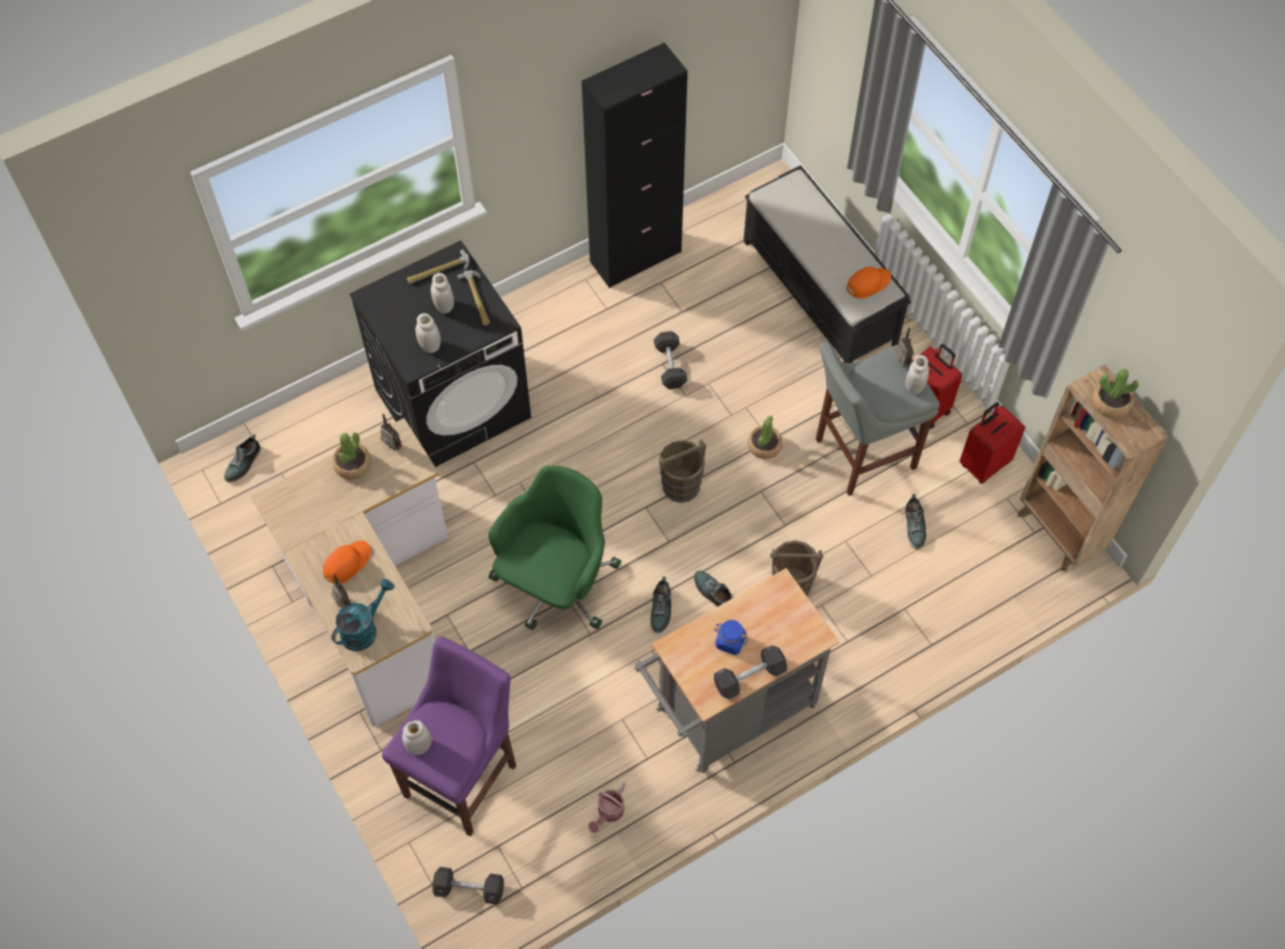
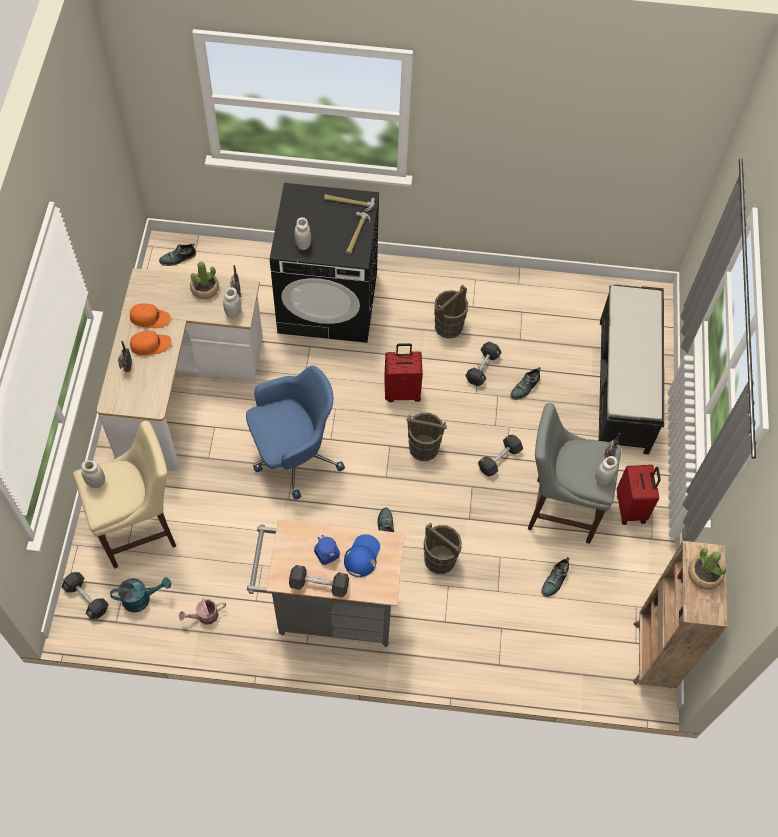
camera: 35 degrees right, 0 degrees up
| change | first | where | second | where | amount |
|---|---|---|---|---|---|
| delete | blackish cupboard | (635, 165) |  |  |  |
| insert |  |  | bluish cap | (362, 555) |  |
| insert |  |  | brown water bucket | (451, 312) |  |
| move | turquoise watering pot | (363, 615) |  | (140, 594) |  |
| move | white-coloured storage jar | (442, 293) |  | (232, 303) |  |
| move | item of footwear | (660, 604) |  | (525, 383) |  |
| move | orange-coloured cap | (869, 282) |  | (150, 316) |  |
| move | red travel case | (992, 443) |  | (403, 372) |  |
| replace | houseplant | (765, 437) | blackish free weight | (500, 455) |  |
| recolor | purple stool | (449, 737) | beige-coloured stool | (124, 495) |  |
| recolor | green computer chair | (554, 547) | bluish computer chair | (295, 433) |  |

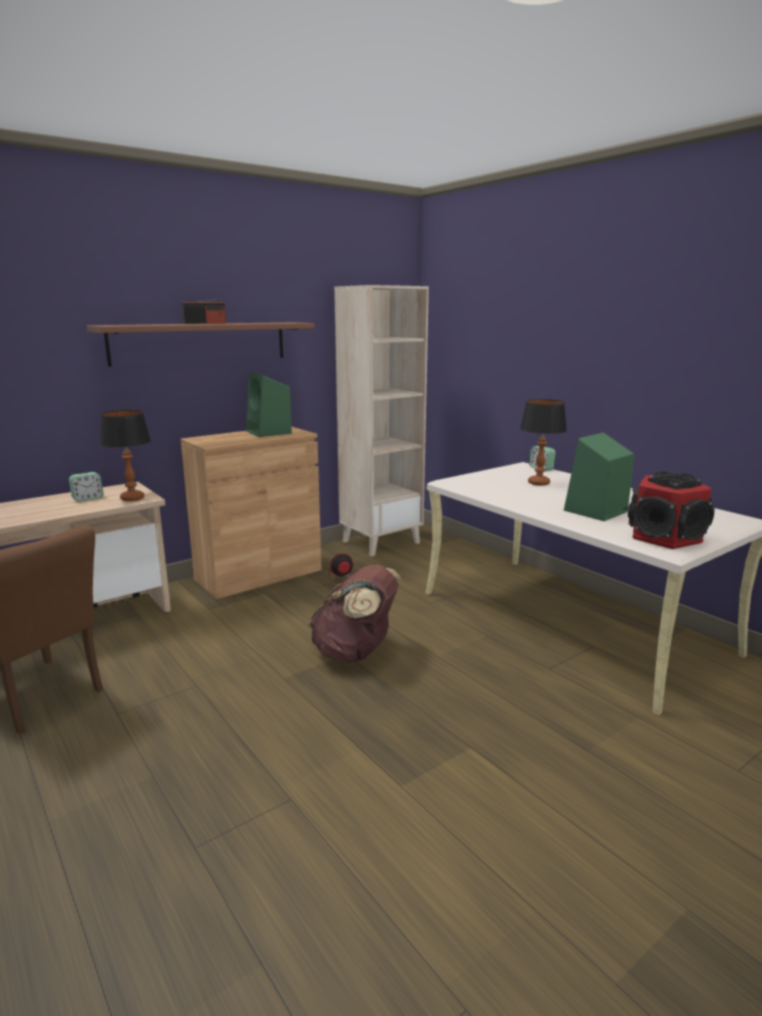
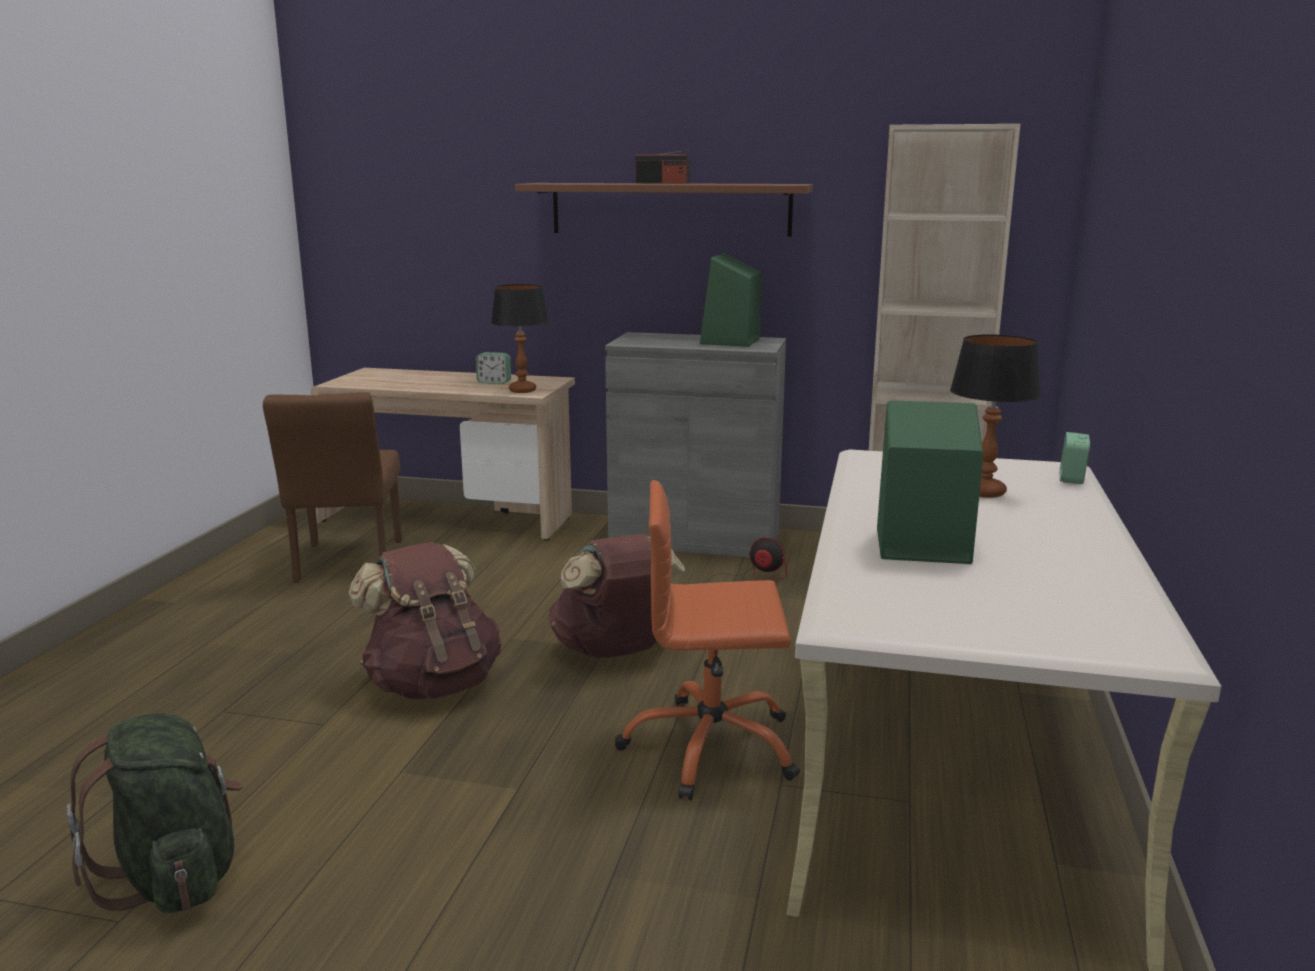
camera: 50 degrees right, 0 degrees up
| change | first | where | second | where | amount |
|---|---|---|---|---|---|
| delete | speaker | (671, 510) |  |  |  |
| insert |  |  | green rucksack | (154, 813) |  |
| insert |  |  | brown rucksack | (424, 620) |  |
| insert |  |  | orange-coloured computer chair | (707, 640) |  |
| recolor | brown cupboard | (251, 512) | grey cupboard | (695, 445) |  |

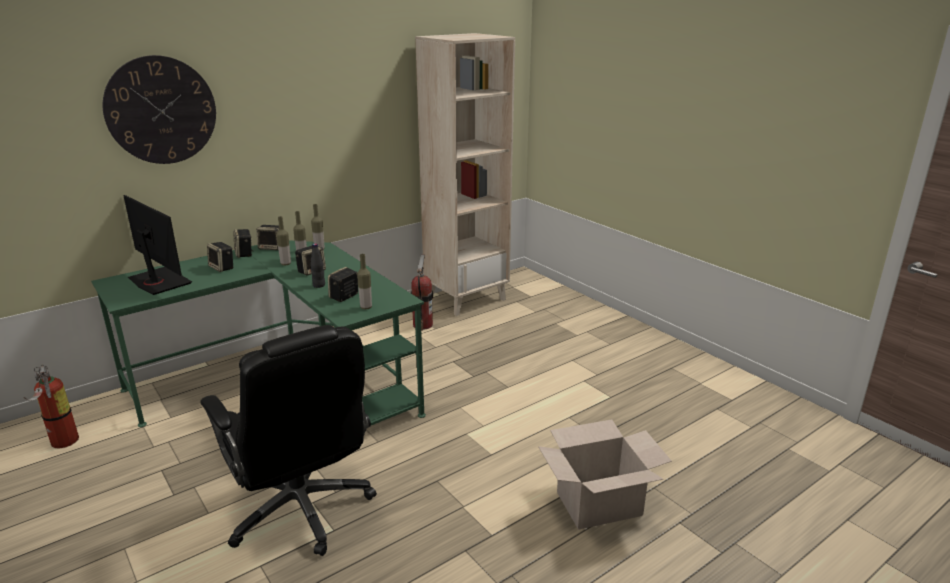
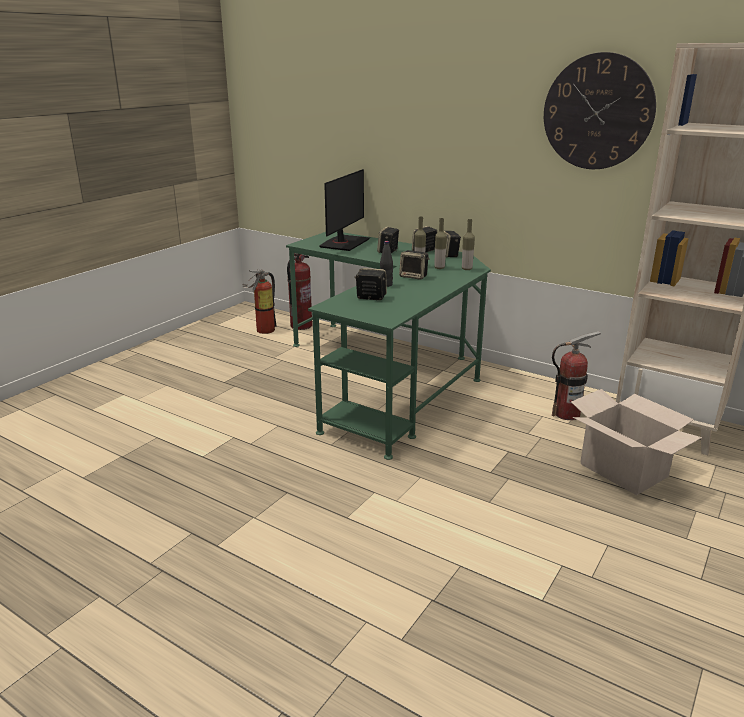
camera: 70 degrees right, 0 degrees up
| change | first | where | second | where | amount |
|---|---|---|---|---|---|
| delete | blackish computer chair | (288, 440) |  |  |  |
| delete | beverage bottle | (364, 281) |  |  |  |
| insert |  |  | fire extinguisher | (299, 291) |  |
| move | hanging clock | (159, 109) |  | (600, 110) |  |
| move | carton | (605, 474) |  | (636, 442) |  |

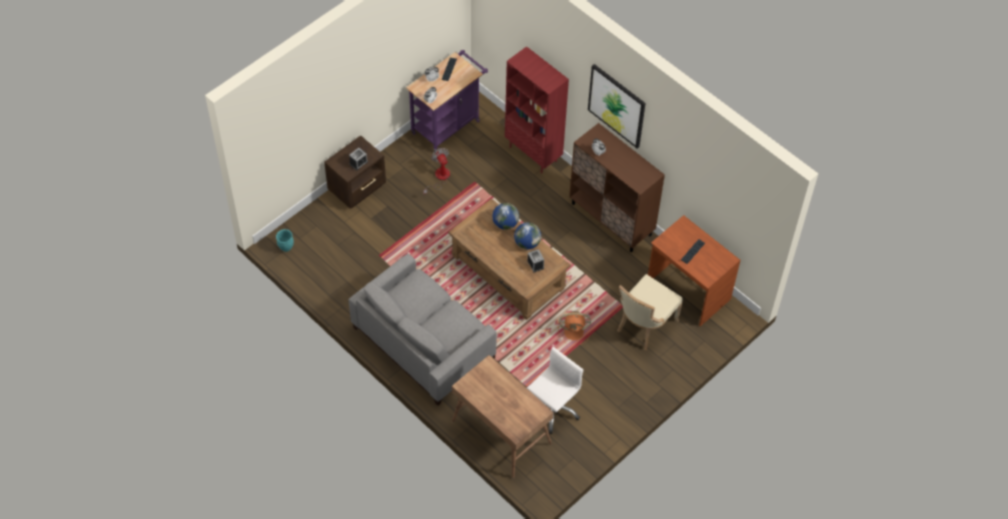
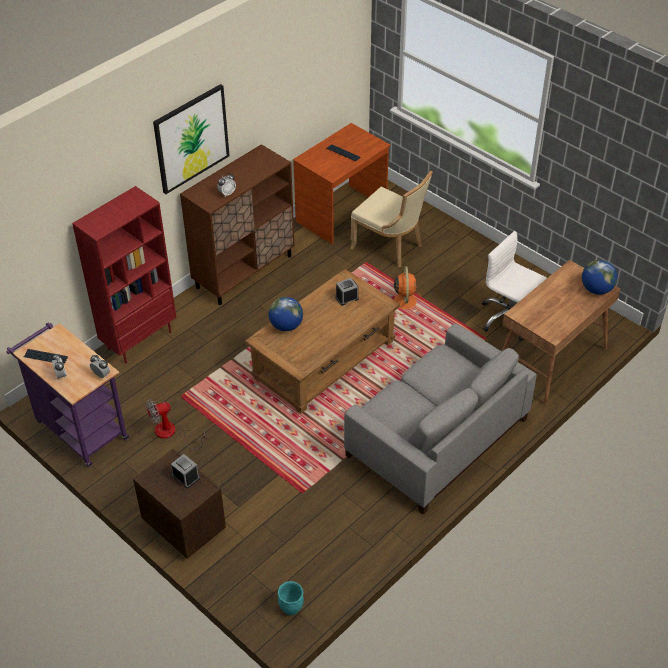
camera: 90 degrees left, 10 degrees down
| change | first | where | second | where | amount |
|---|---|---|---|---|---|
| move | world globe | (527, 235) |  | (600, 277) |  |

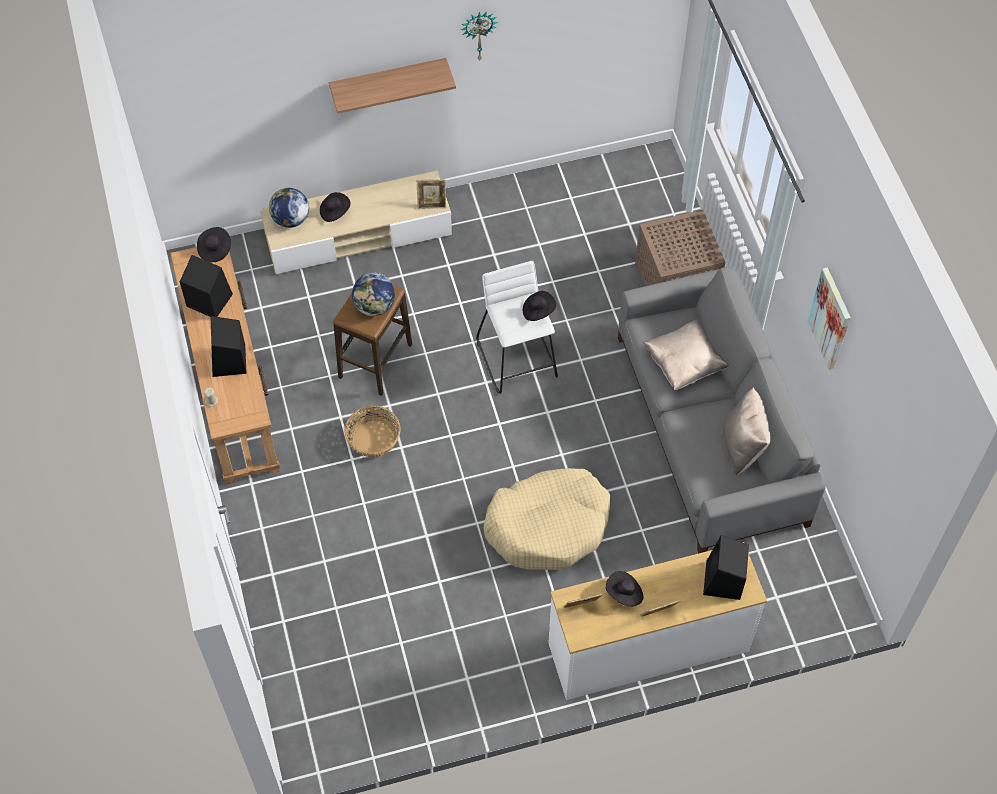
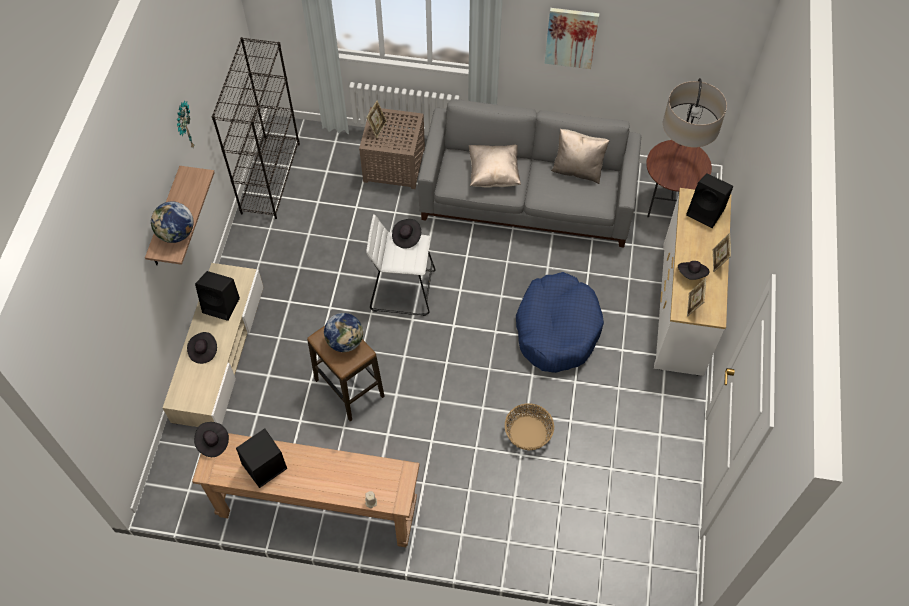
camera: 65 degrees left, 0 degrees up
| change | first | where | second | where | amount |
|---|---|---|---|---|---|
| insert |  |  | blackish bookcase | (256, 128) |  |
| insert |  |  | floor lamp | (686, 147) |  |
| move | blackish speaker | (228, 346) |  | (217, 296) |  |
| move | world globe | (289, 208) |  | (172, 222) |  |
| move | household basket | (372, 431) |  | (529, 426) |  |
| move | photo frame | (431, 194) |  | (376, 119) |  |
| recolor | beige-coloured dog bed | (546, 519) | bluish dog bed | (560, 322) |  |

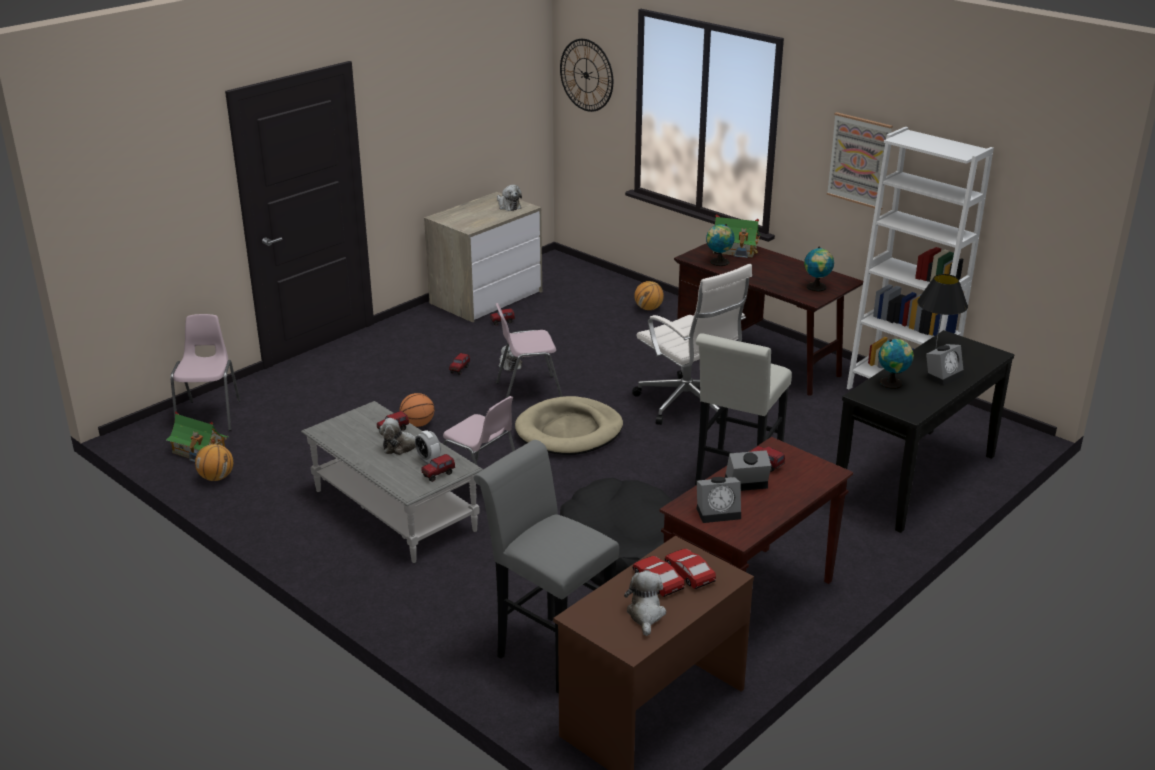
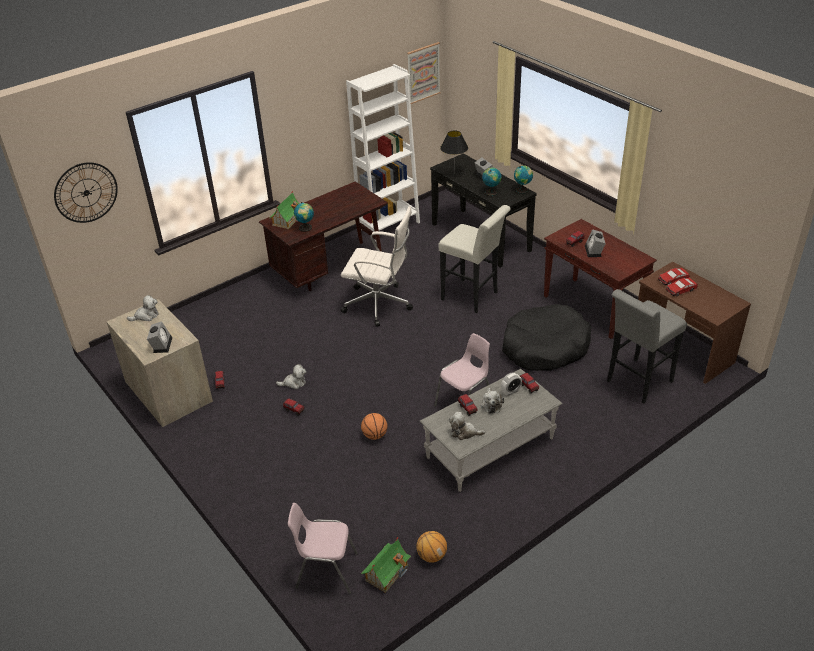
camera: 80 degrees left, 10 degrees up
| change | first | where | second | where | amount |
|---|---|---|---|---|---|
| delete | pink-coloured upright chair | (529, 350) |  |  |  |
| delete | beige-coloured dog bed | (569, 425) |  |  |  |
| delete | ball for basketball | (649, 295) |  |  |  |
| move | plush toy | (645, 603) |  | (467, 426) |  |
| move | alarm clock | (718, 500) |  | (159, 337) |  |
| move | world globe | (819, 269) |  | (523, 179) |  |
| move | wall art | (860, 161) |  | (423, 73) |  |
| rotate | white-coloured computer chair | (692, 344) |  | (377, 266) | 45 degrees clockwise |

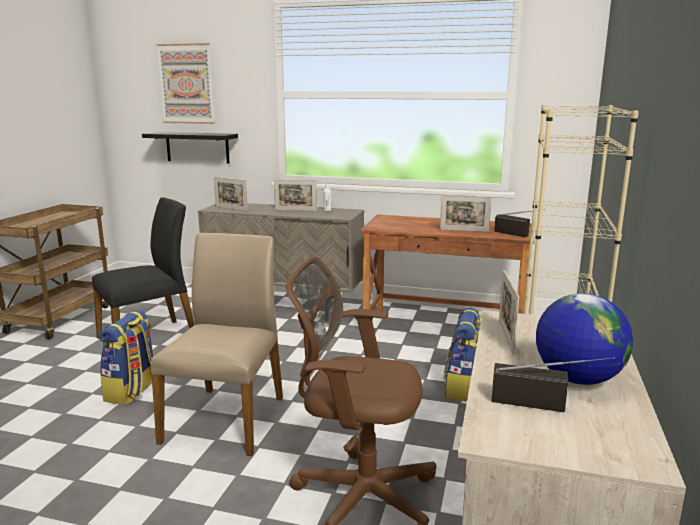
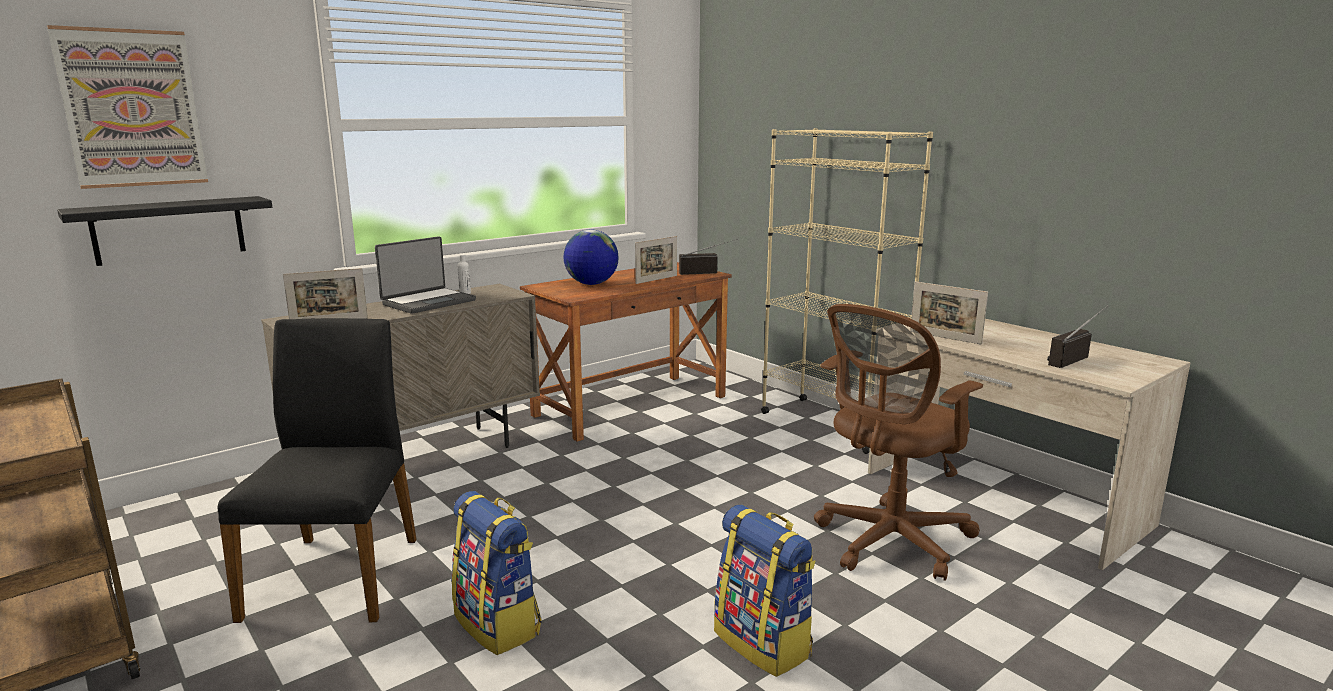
camera: 55 degrees left, 0 degrees up
| change | first | where | second | where | amount |
|---|---|---|---|---|---|
| delete | beige-coloured upright chair | (217, 344) |  |  |  |
| move | rucksack | (462, 354) |  | (765, 591) |  |
| move | world globe | (584, 339) |  | (591, 257) |  |
| replace | photo frame | (295, 195) | notebook computer | (425, 275) |  |

